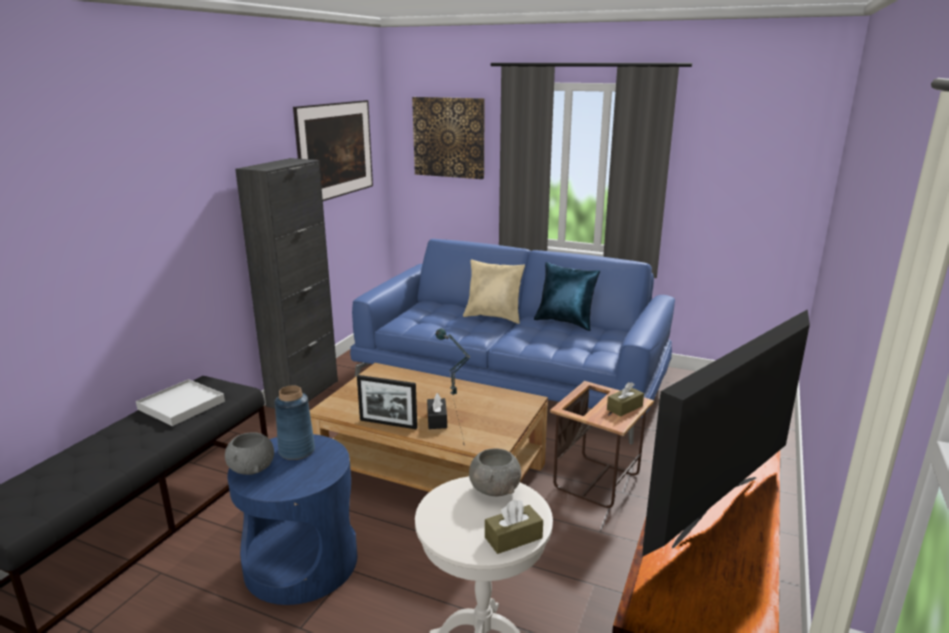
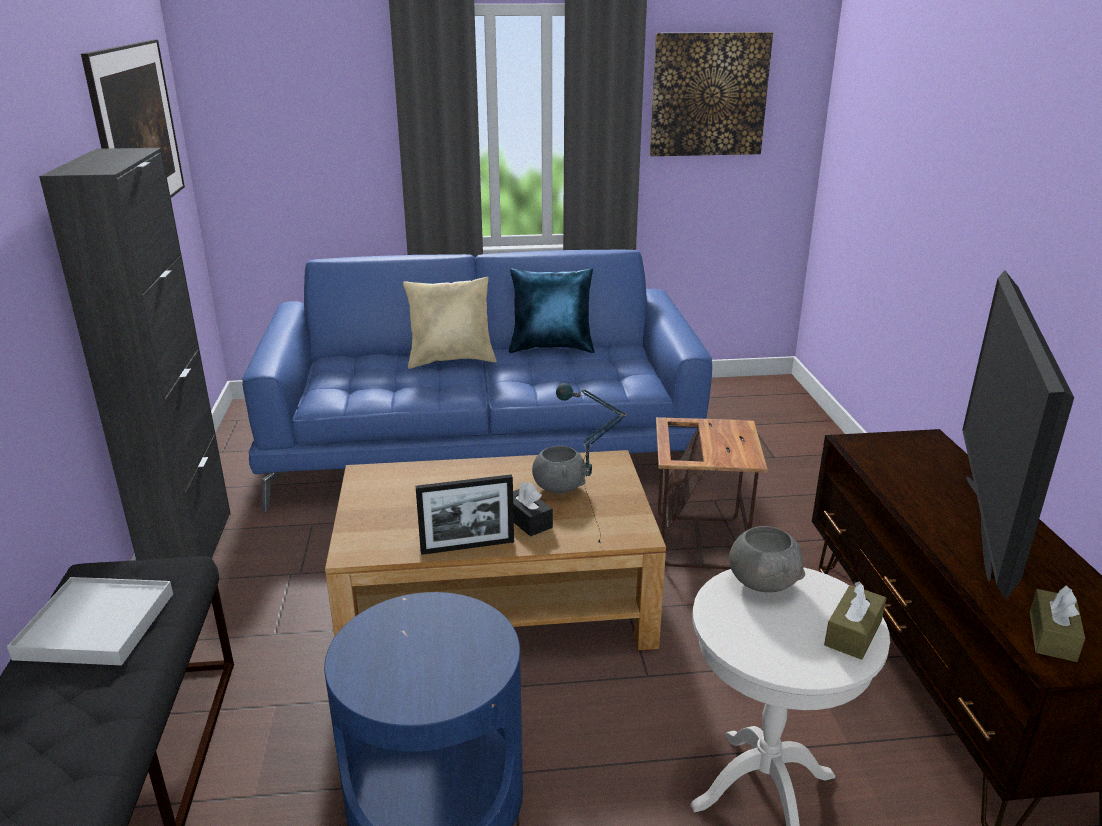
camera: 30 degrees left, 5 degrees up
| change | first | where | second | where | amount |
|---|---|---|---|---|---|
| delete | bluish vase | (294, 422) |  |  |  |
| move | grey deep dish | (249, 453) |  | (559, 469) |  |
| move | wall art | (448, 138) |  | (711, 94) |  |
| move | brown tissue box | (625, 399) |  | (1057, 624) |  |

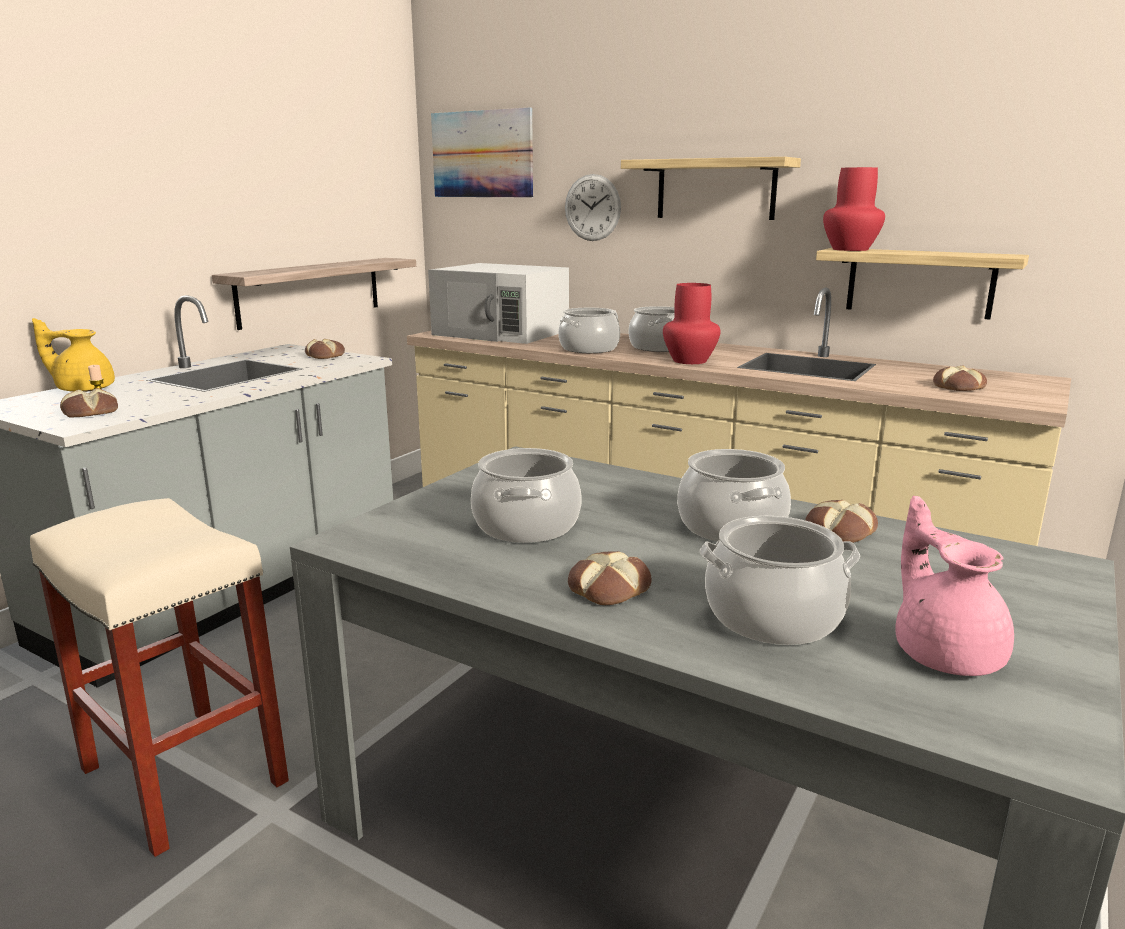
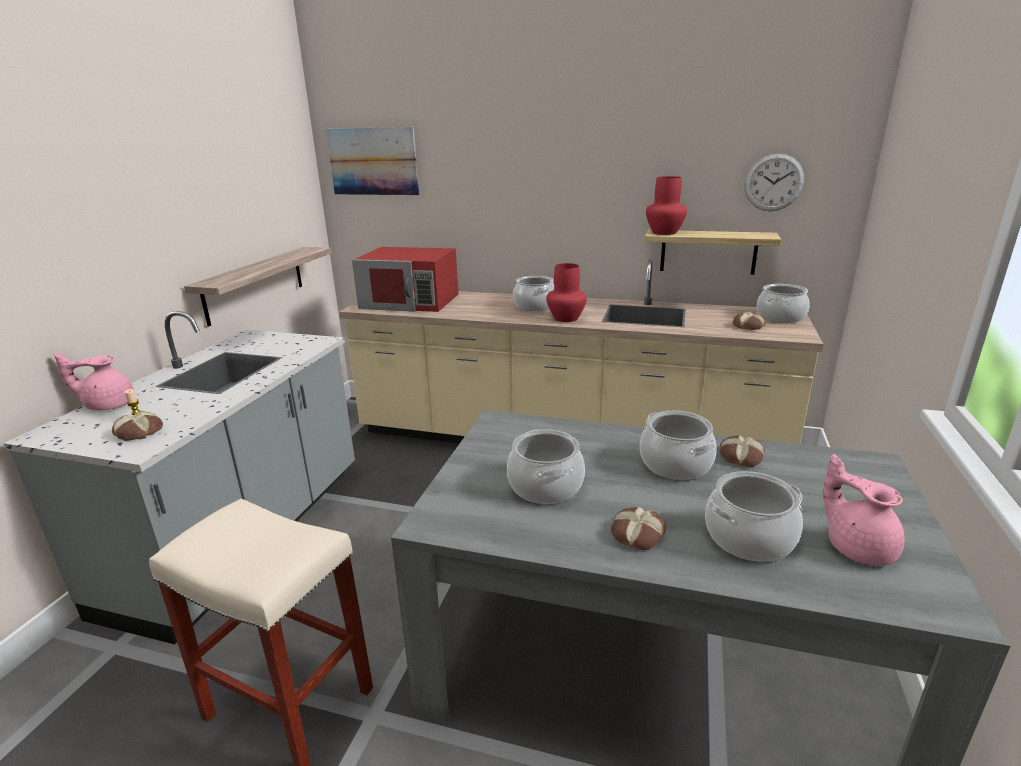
camera: 15 degrees left, 5 degrees up
| change | first | where | second | where | amount |
|---|---|---|---|---|---|
| delete | bakery bread | (325, 349) |  |  |  |
| delete | bracket shelf | (711, 188) |  |  |  |
| move | stockpot | (589, 330) |  | (783, 303) |  |
| move | hanging clock | (593, 207) |  | (774, 182) |  |
| recolor | yellow-coloured pot for tea | (73, 355) | pink-coloured pot for tea | (94, 381) |  |
| recolor | white-coloured microwave | (498, 303) | red microwave | (405, 279) |  |

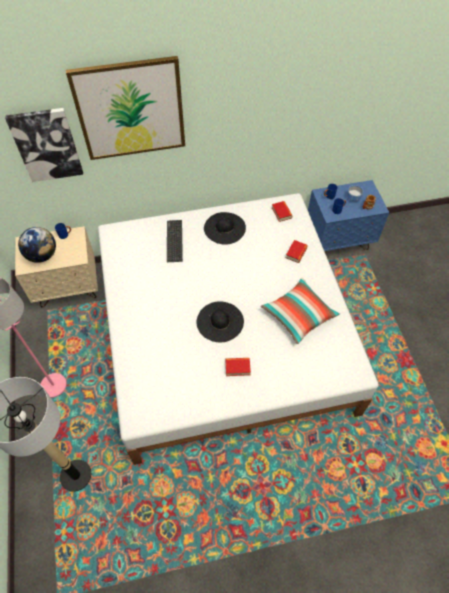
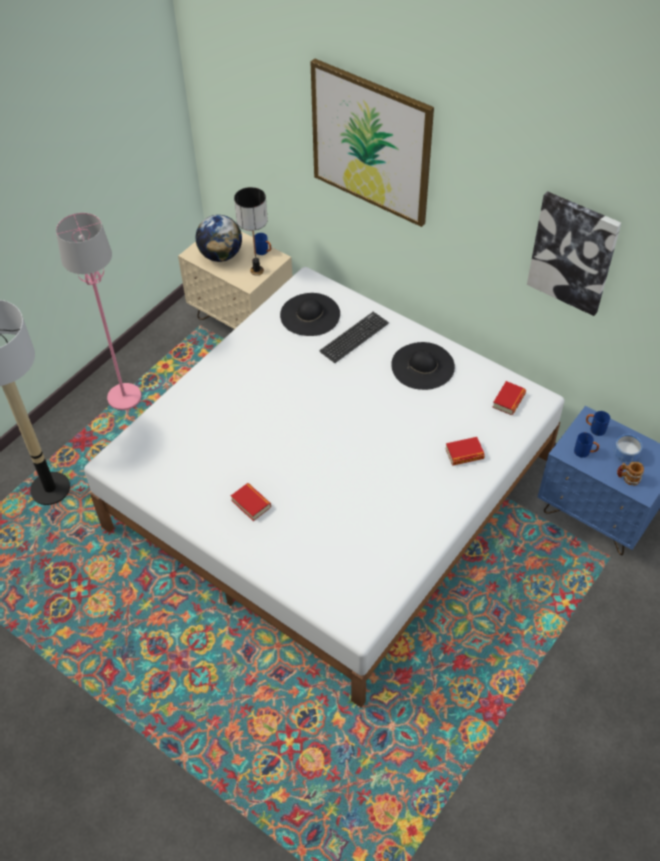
camera: 50 degrees right, 5 degrees down
| change | first | where | second | where | amount |
|---|---|---|---|---|---|
| delete | cushion | (300, 310) |  |  |  |
| insert |  |  | tabletop lamp | (251, 231) |  |
| move | wall art | (44, 145) |  | (574, 253) |  |
| move | blackish hat | (220, 321) |  | (310, 314) |  |

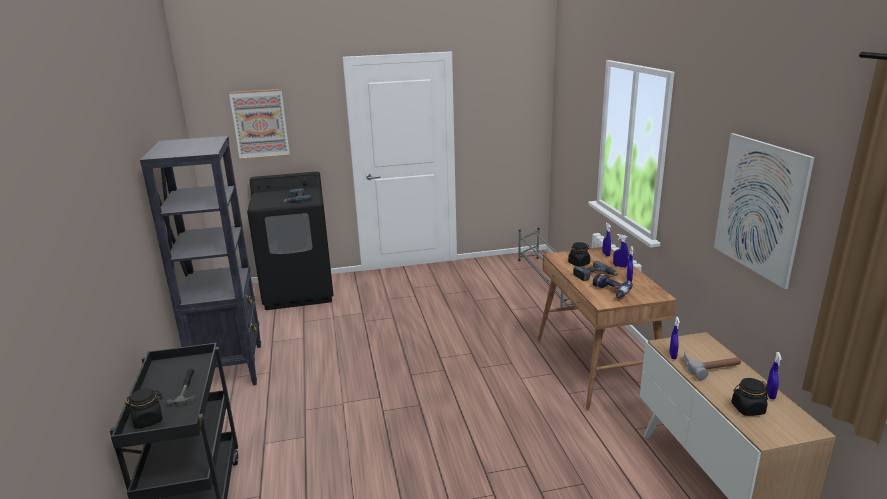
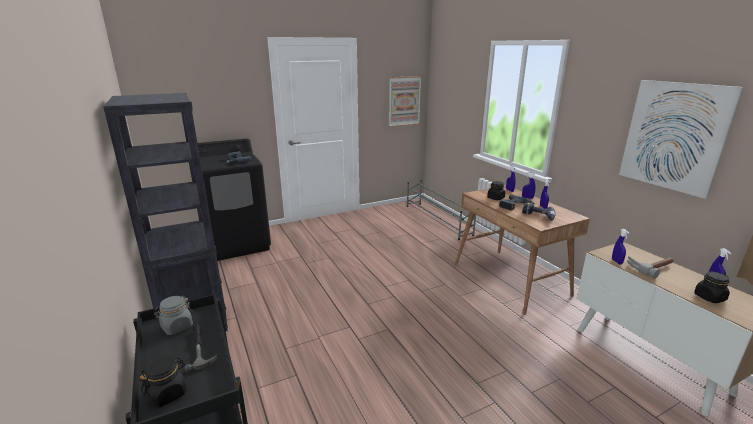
camera: 15 degrees left, 0 degrees up
| change | first | where | second | where | amount |
|---|---|---|---|---|---|
| insert |  |  | grey storage jar | (173, 315) |  |
| move | wall art | (259, 124) |  | (405, 101) |  |

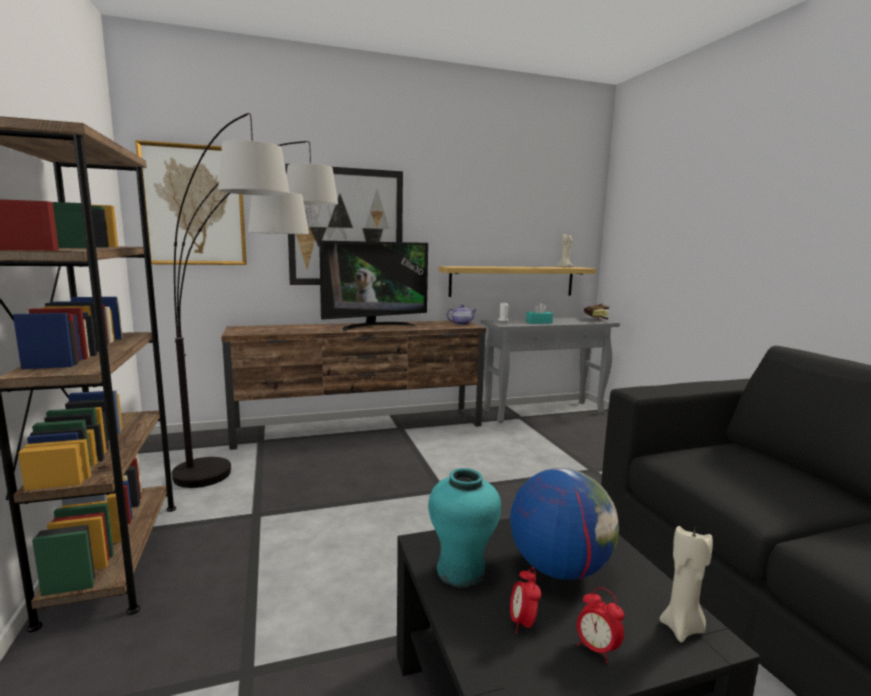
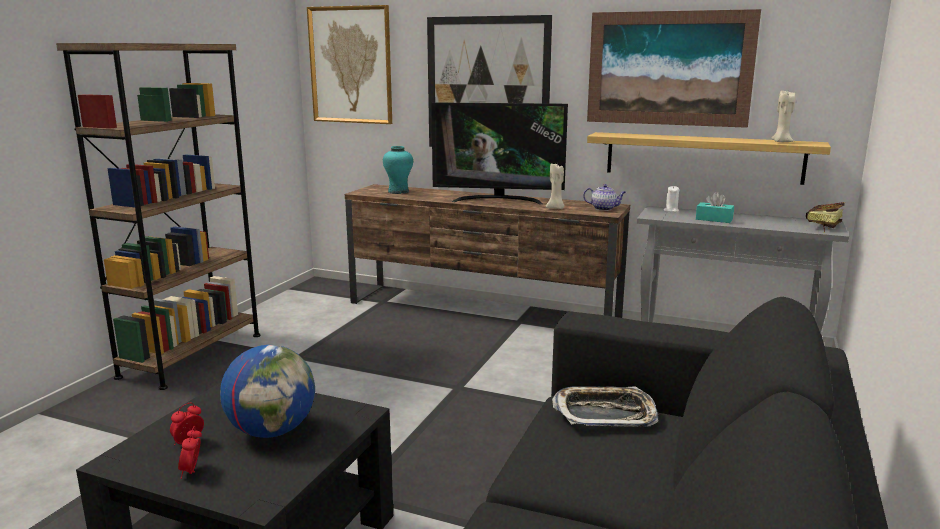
camera: 40 degrees right, 5 degrees up
| change | first | where | second | where | amount |
|---|---|---|---|---|---|
| delete | floor lamp | (255, 300) |  |  |  |
| insert |  |  | serving tray | (605, 406) |  |
| insert |  |  | wall art | (674, 68) |  |
| move | turquoise vase | (464, 528) |  | (398, 170) |  |
| move | beige-coloured wax candle | (686, 584) |  | (555, 186) |  |

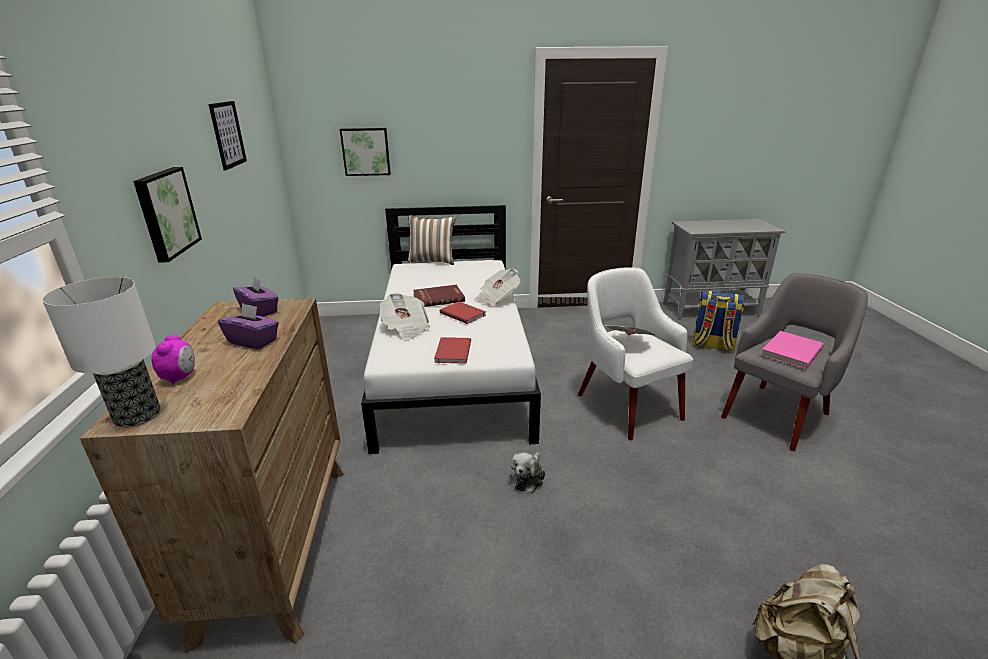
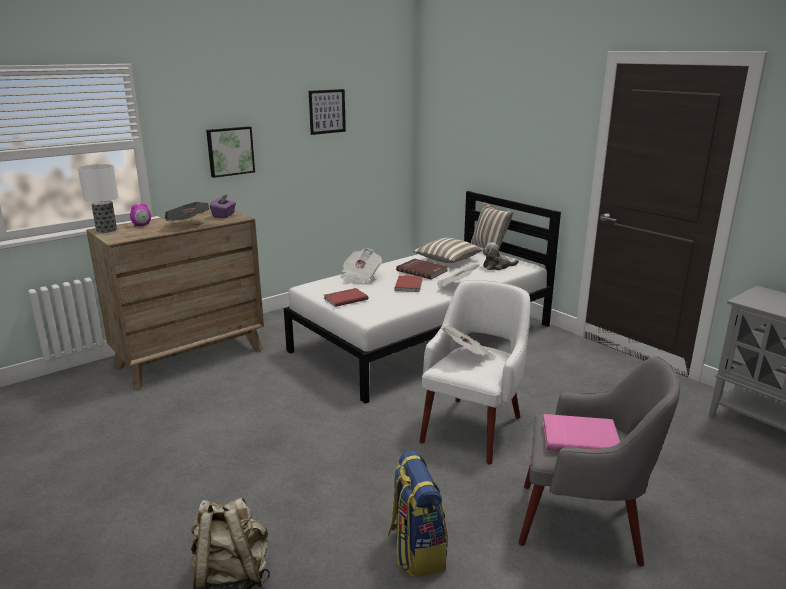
camera: 55 degrees right, 5 degrees down
| change | first | where | second | where | amount |
|---|---|---|---|---|---|
| delete | wall art | (365, 152) |  |  |  |
| insert |  |  | cushion | (447, 250) |  |
| move | plush toy | (527, 473) |  | (500, 256) |  |
| move | rucksack | (718, 321) |  | (418, 514) |  |
| replace | purple tissue box | (248, 326) | daily paper | (187, 211) |  |

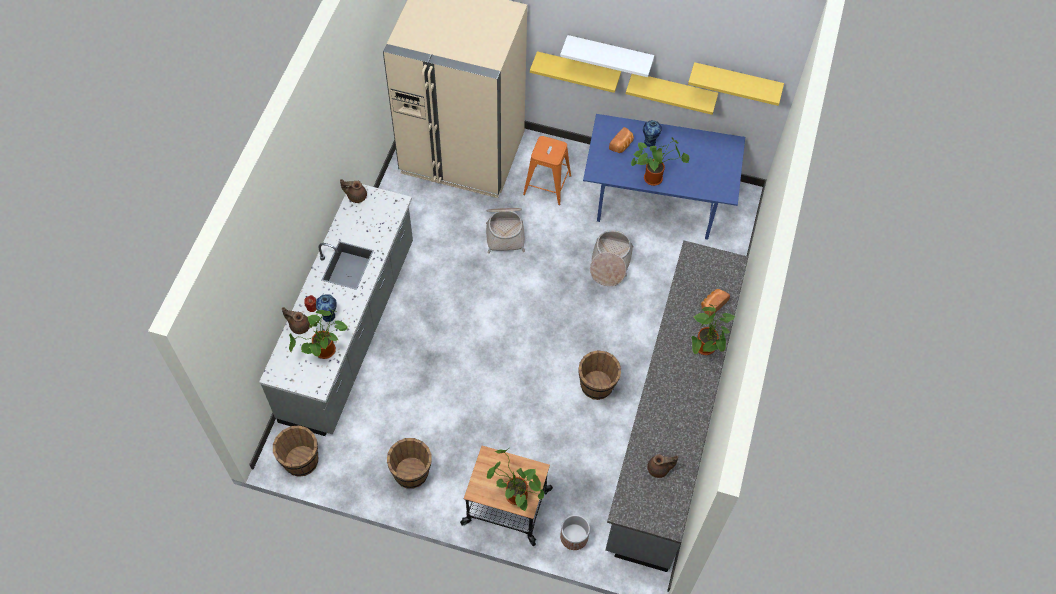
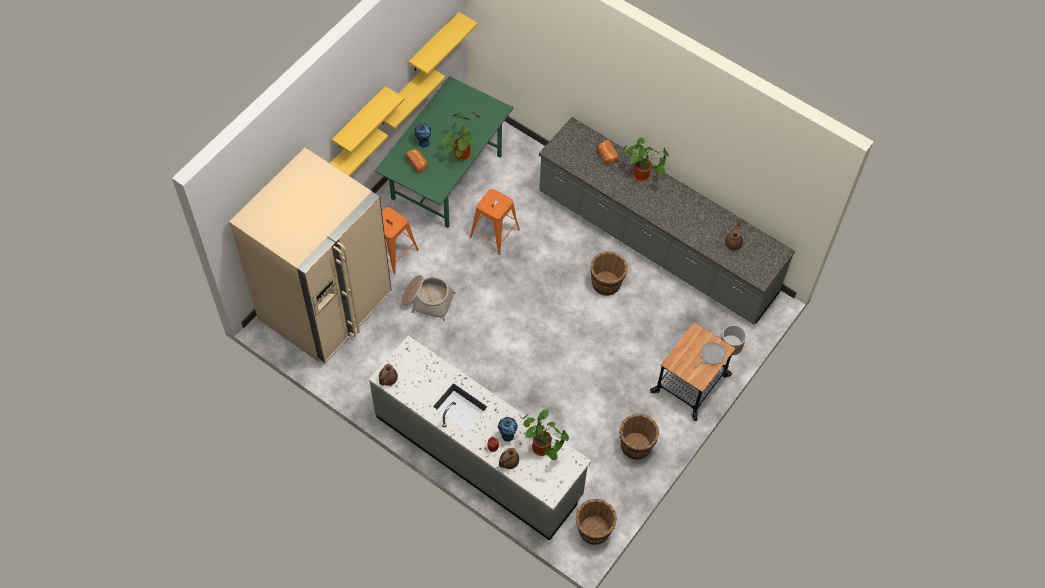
camera: 70 degrees left, 0 degrees up
| change | first | where | second | where | amount |
|---|---|---|---|---|---|
| replace | houseplant | (515, 480) | frying pan | (710, 354) |  |
| replace | household basket | (612, 258) | orange-coloured stool | (495, 222) |  |
| recolor | white-coloured bracket shelf | (607, 56) | yellow-coloured bracket shelf | (368, 119) |  |
| recolor | bluish dinner table | (664, 177) | green dinner table | (444, 152) |  |

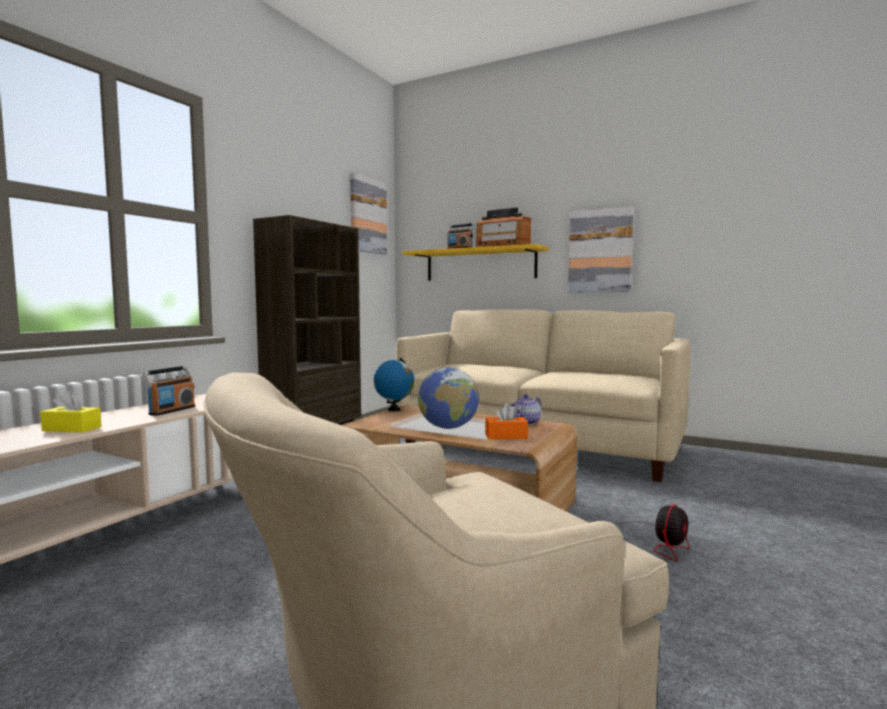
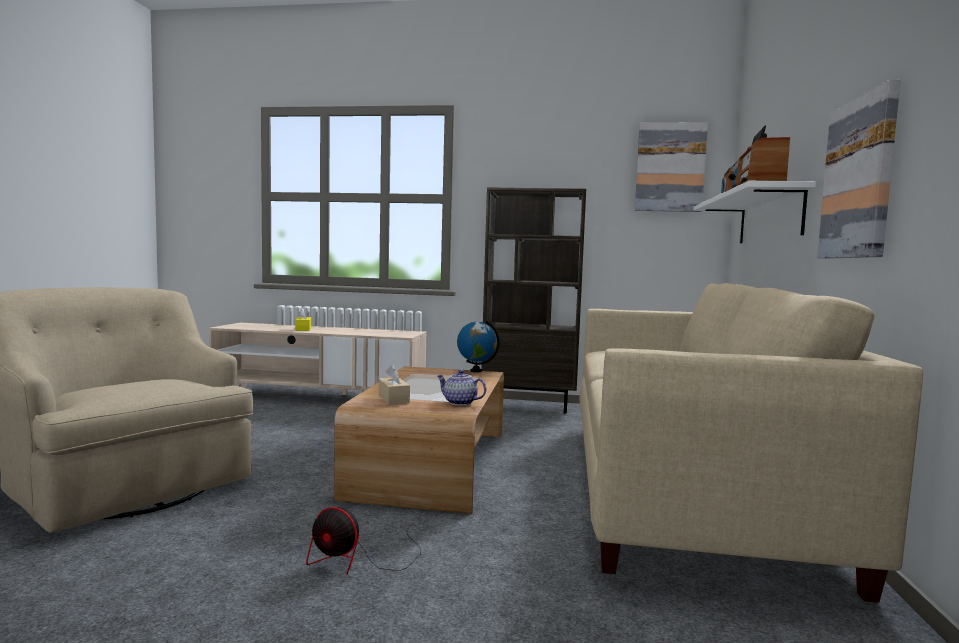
camera: 70 degrees right, 0 degrees up
| change | first | where | second | where | amount |
|---|---|---|---|---|---|
| delete | radio set | (168, 391) |  |  |  |
| delete | world globe | (448, 398) |  |  |  |
| recolor | yellow-coloured bracket shelf | (475, 262) | white-coloured bracket shelf | (754, 212) |  |
| recolor | orange-coloured tissue box | (506, 421) | beige-coloured tissue box | (394, 385) |  |

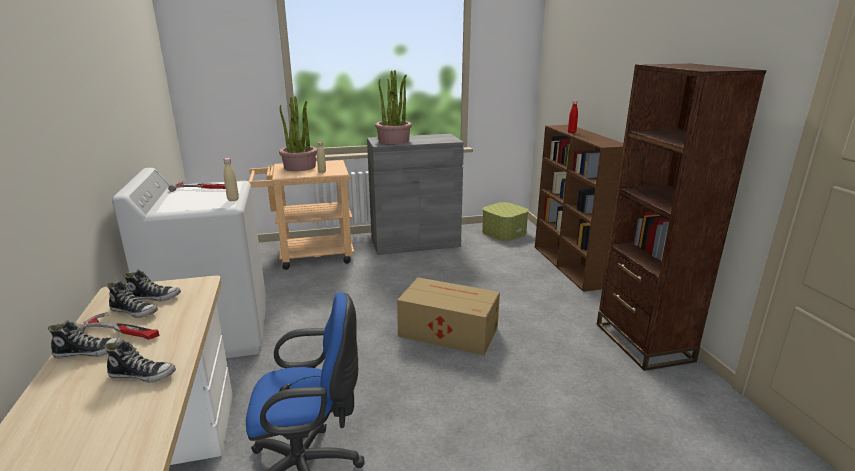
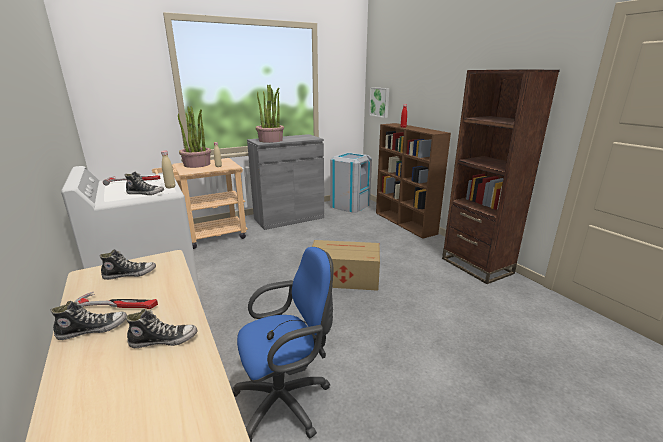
camera: 15 degrees left, 0 degrees up
| change | first | where | second | where | amount |
|---|---|---|---|---|---|
| insert |  |  | wall art | (379, 102) |  |
| move | item of footwear | (132, 299) |  | (144, 183) |  |
| replace | storage box | (505, 221) | grey rubbish bin | (351, 182) |  |

